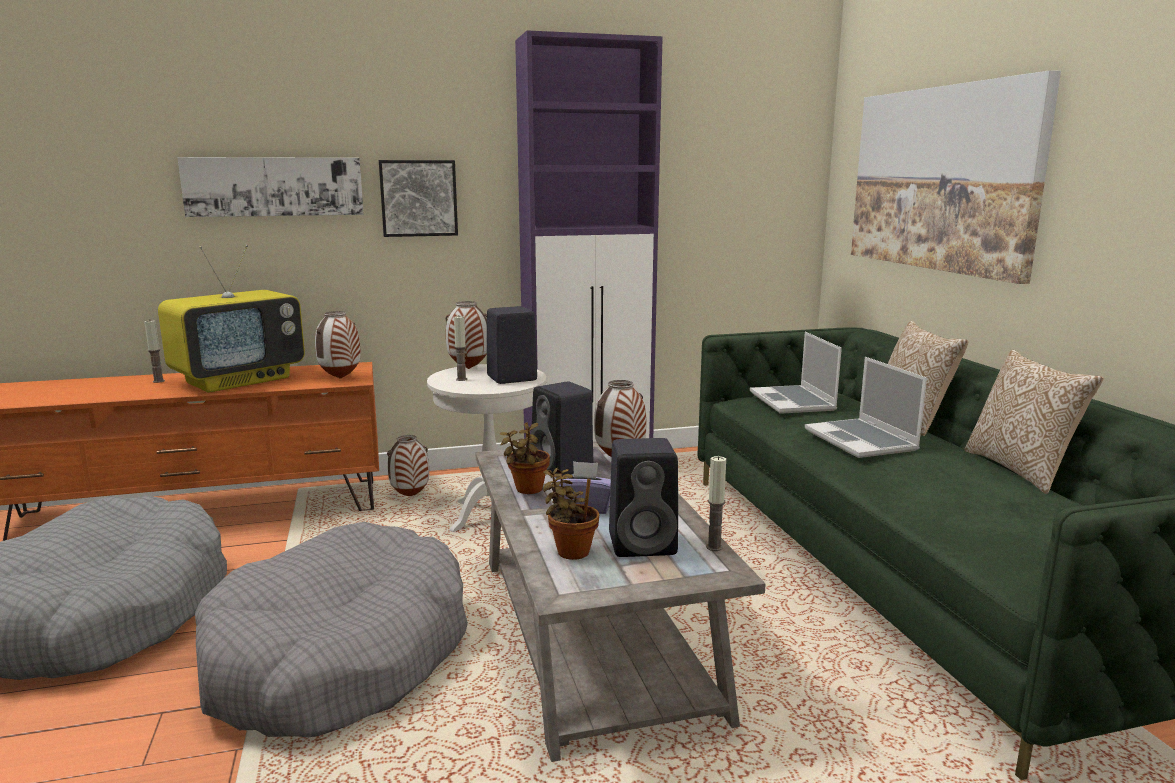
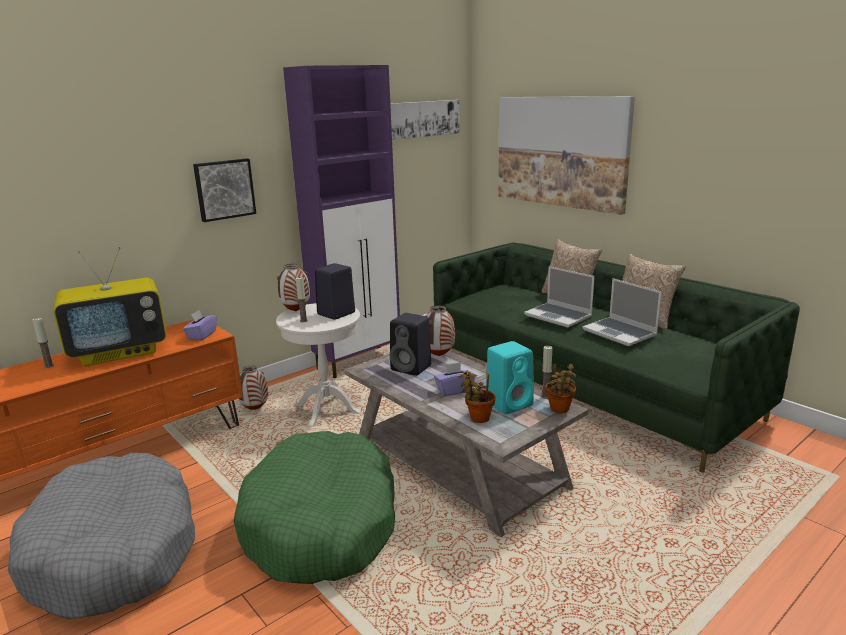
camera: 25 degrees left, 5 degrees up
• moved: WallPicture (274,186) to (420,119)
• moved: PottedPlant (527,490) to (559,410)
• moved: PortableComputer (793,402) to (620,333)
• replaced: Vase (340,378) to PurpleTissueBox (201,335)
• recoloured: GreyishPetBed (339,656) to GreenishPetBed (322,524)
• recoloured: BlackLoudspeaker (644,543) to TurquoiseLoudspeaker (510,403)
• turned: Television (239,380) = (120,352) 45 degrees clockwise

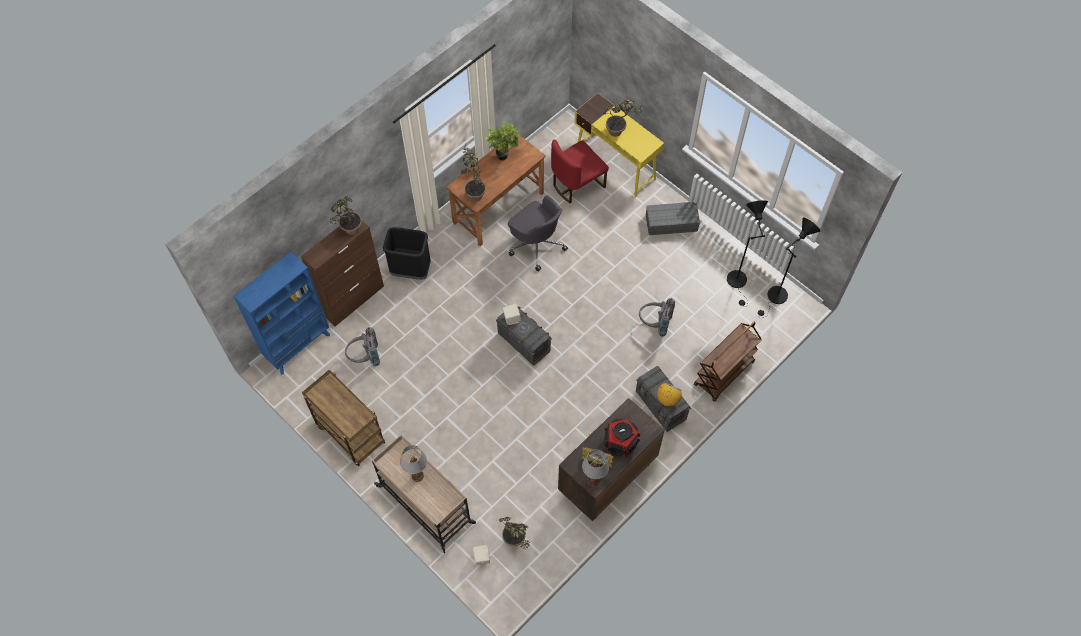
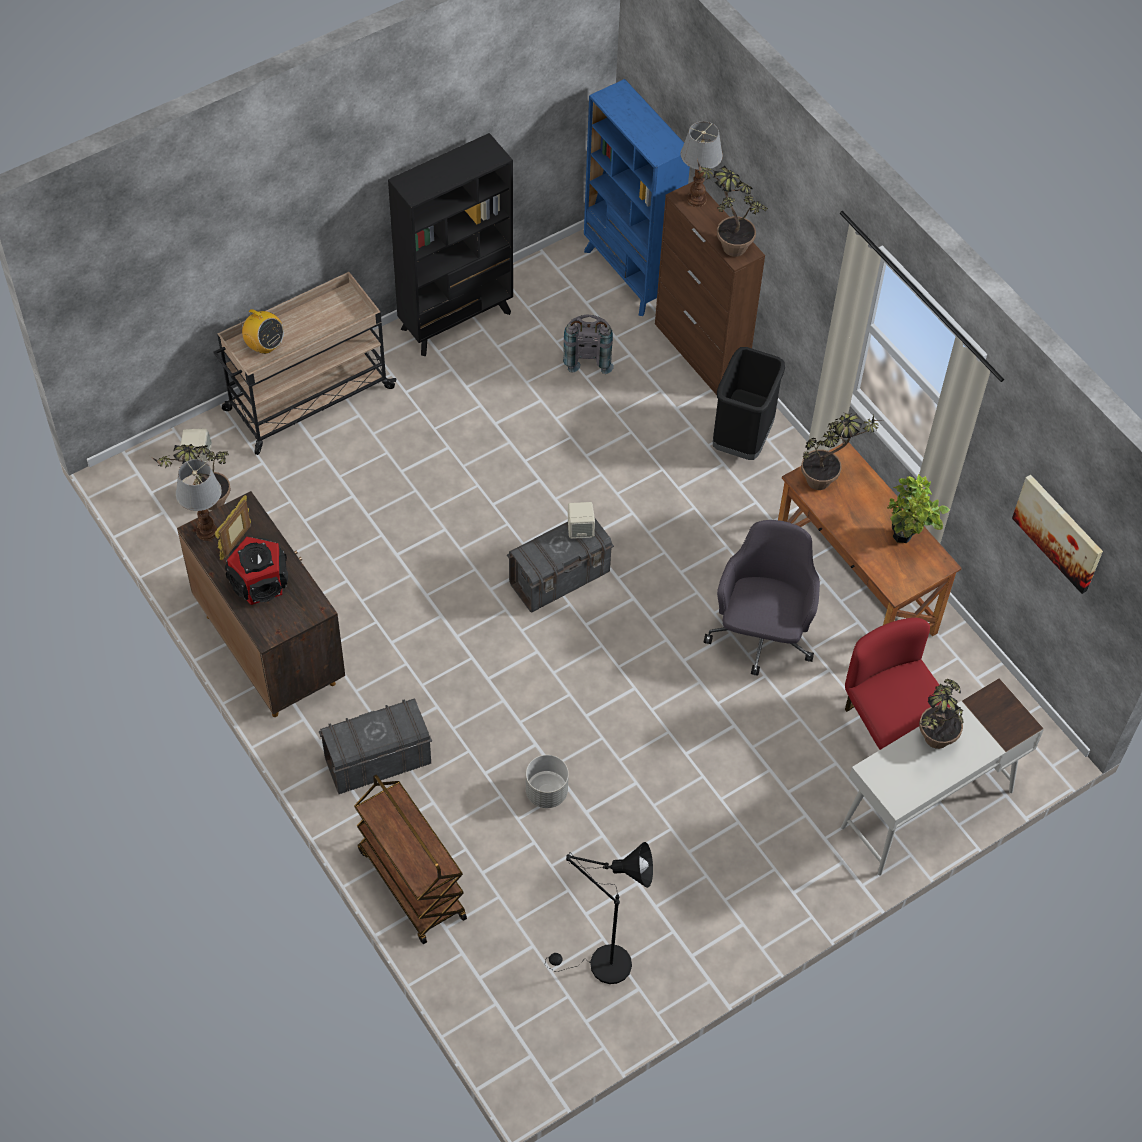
camera: 100 degrees right, 5 degrees down
• removed: GreyishStorageBin (672,222)
• removed: BlackStandingLamp (775,298)
• added: WallPicture (1059,532)
• moved: TabletopLamp (417,475) to (697,199)
• moved: Radio (667,399) to (264,345)
• replaced: BrownCart (349,434) to BlackBookcase (457,320)
• replaced: GreyishKnapsack (654,323) to GreyishFlowerPot (546,792)
• recoloured: YellowDesk (615,165) to WhiteColouredDesk (926,809)
• turned: GreyishDeskChair (536,244) = (761,635) 135 degrees clockwise

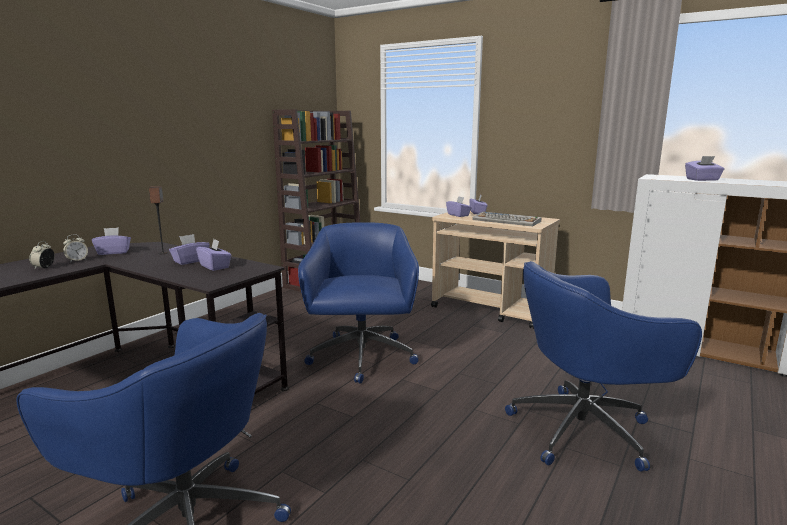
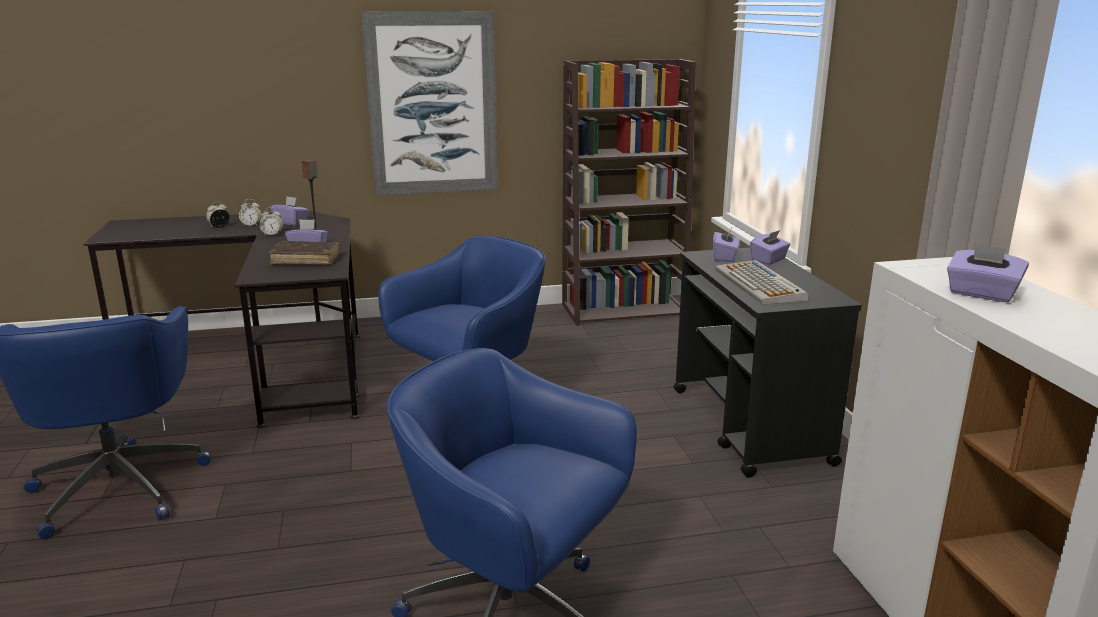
camera: 45 degrees right, 5 degrees up
• added: TableClock (272,234)
• added: WallPicture (432,105)
• replaced: PurpleTissueBox (215,266) to BrownBoundBook (306,260)
• recoloured: BeigeCart (491,310) to BlackCart (750,426)

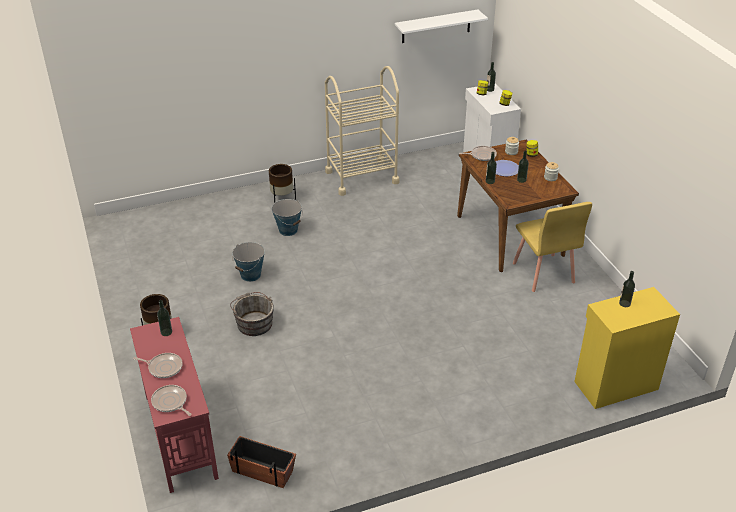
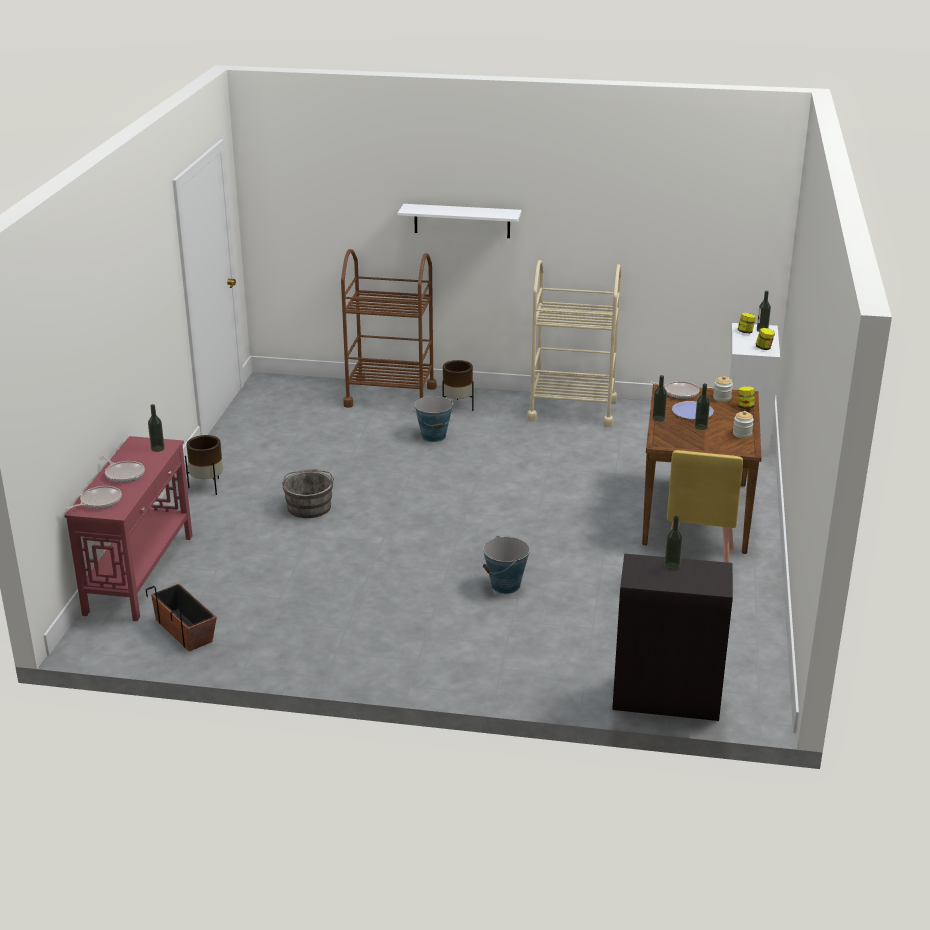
camera: 30 degrees right, 10 degrees down
• added: BrownCart (390,396)
• moved: Pail (251,275) to (505,585)
• moved: WhiteColouredShelf (436,26) to (462,221)
• recoloured: YellowCabinet (614,384) to BlackCabinet (665,696)
• turned: FryingPan (170,402) = (99,501) 60 degrees clockwise

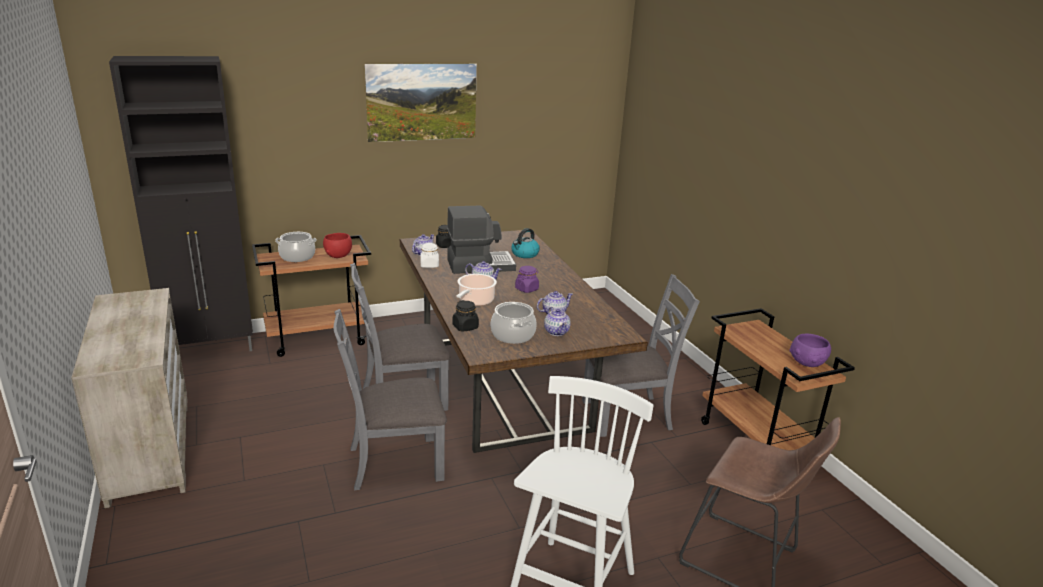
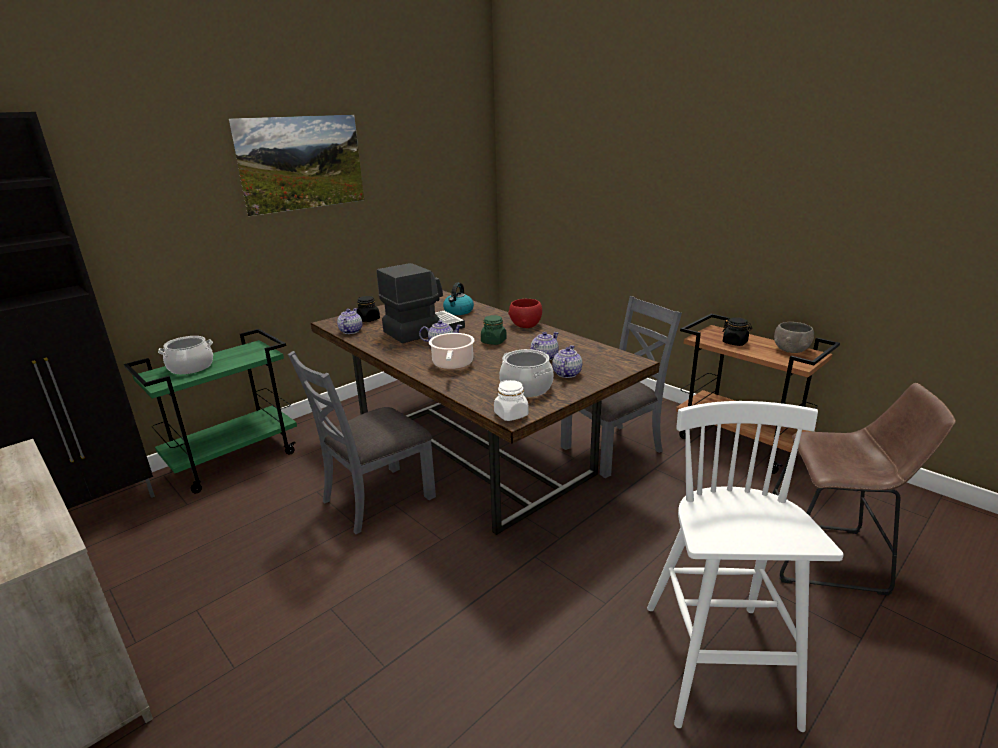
camera: 20 degrees left, 0 degrees up
• removed: GreyishPlainChair (394,463)
• moved: ReddishServingBowl (338,255) to (525,325)
• moved: WhiteColouredStorageJar (429,265) to (511,415)
• moved: BlackStorageJar (465,327) to (735,342)
• recoloured: BrownCart (319,338) to GreenishCart (235,460)
• recoloured: PurpleStorageJar (526,289) to GreenishStorageJar (493,341)
• recoloured: PurpleServingBowl (807,363) to GreyishServingBowl (791,350)
• turned: TeaPot (556,332) = (566,374) 120 degrees counterclockwise

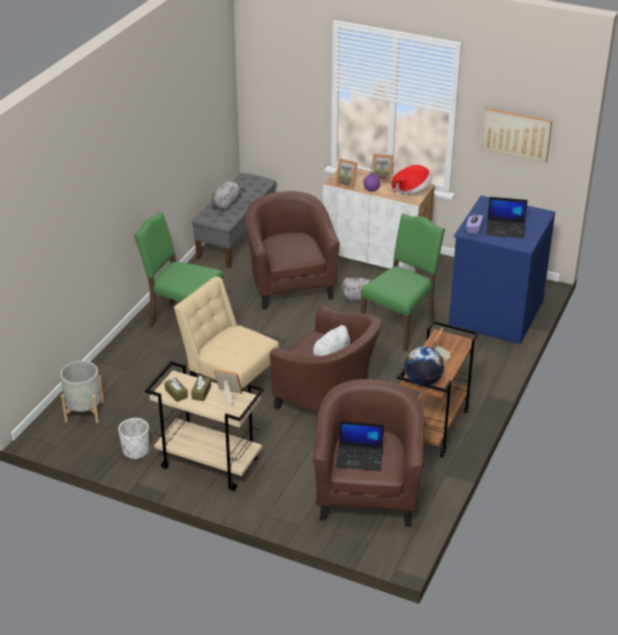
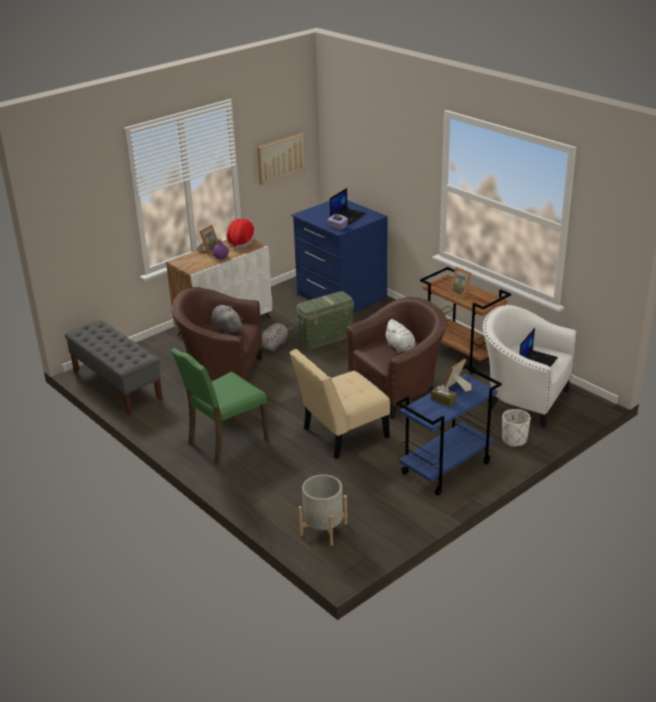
camera: 65 degrees left, 5 degrees down
• removed: BrownTissueBox (176,393)
• removed: StandingFrame (346,184)
• removed: WorldGlobe (423,381)
• moved: WhiteColouredFlowerPot (135,451) to (514,440)
• moved: GreyishSoftToy (226,204) to (226,328)
• replaced: GreenishPlainChair (400,326) to GreenishStorageBin (326,338)
• recoloured: BeigeCart (208,464) to BluishCart (446,469)
• recoloured: BrownArmchair (368,493) to WhiteColouredArmchair (522,400)

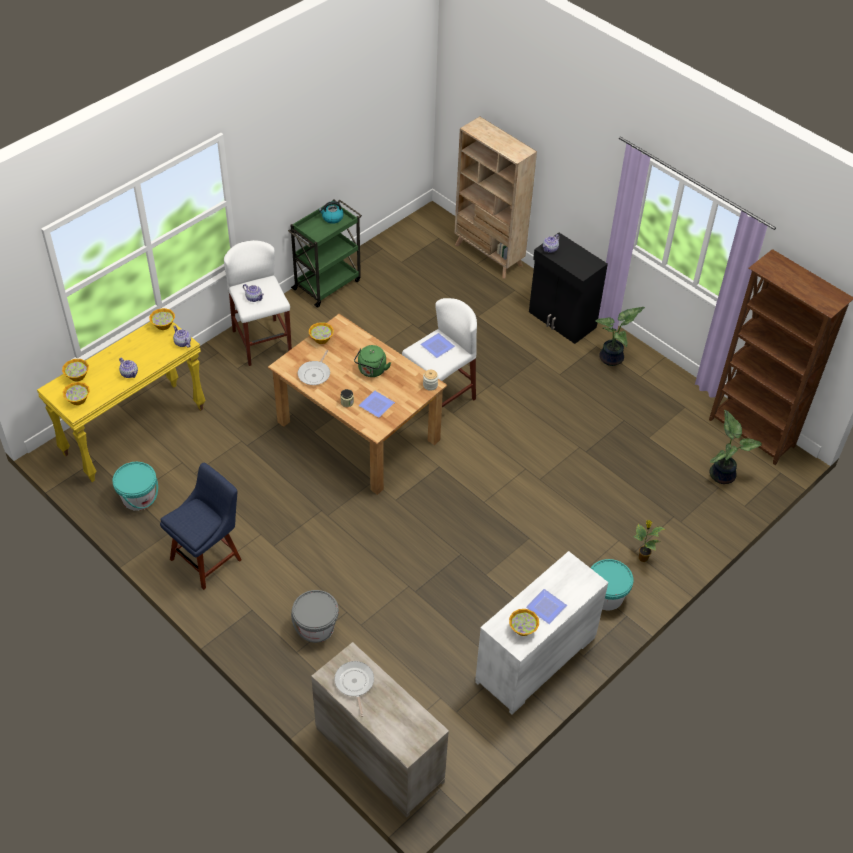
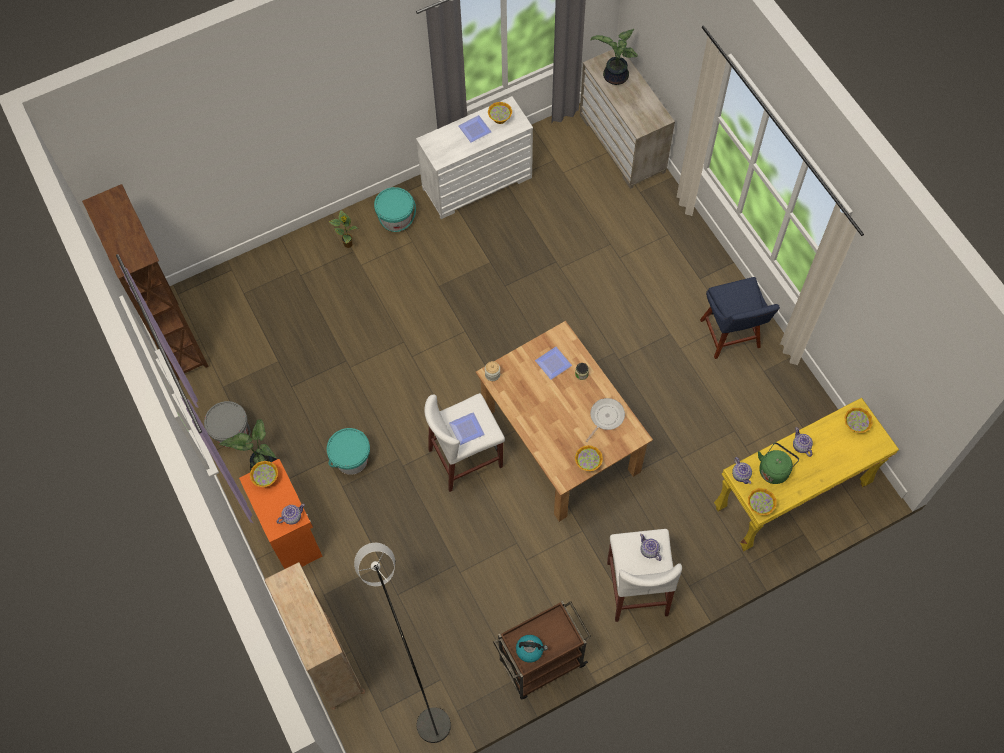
camera: 160 degrees left, 15 degrees up
• removed: FryingPan (354,683)
• added: GreyishStandingLamp (411,666)
• moved: ServingBowl (77,376) to (266,478)
• moved: TurquoisePail (139,497) to (351,459)
• moved: GreyishPail (316,627) to (231,432)
• moved: GreenishWaterKettle (371,371) to (774,469)
• moved: PottedPlant (723,474) to (614,77)
• recoloured: GreenishCart (328,284) to BrownCart (540,664)
• recoloured: BlackCabinet (562,320) to OrangeCabinet (291,533)
• turned: BluishPlainChair (208,557) = (731,336) 75 degrees counterclockwise

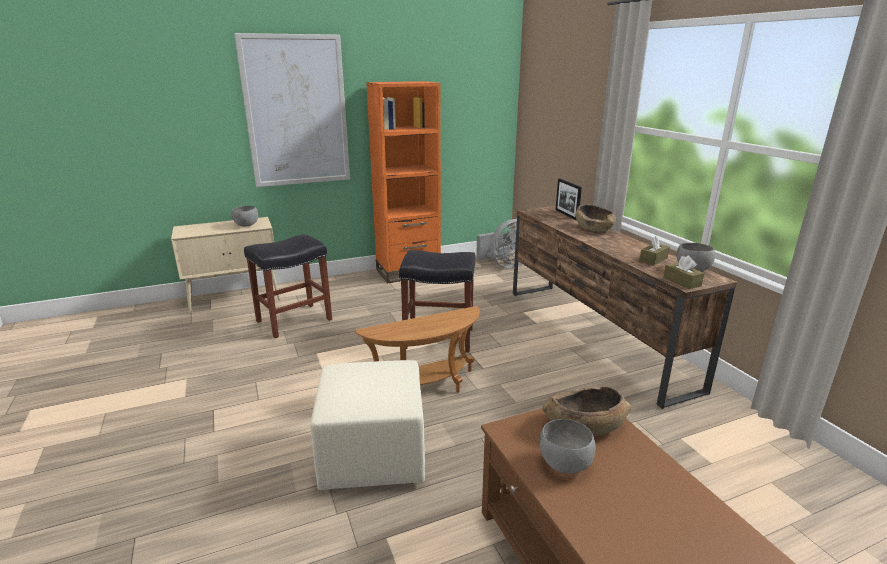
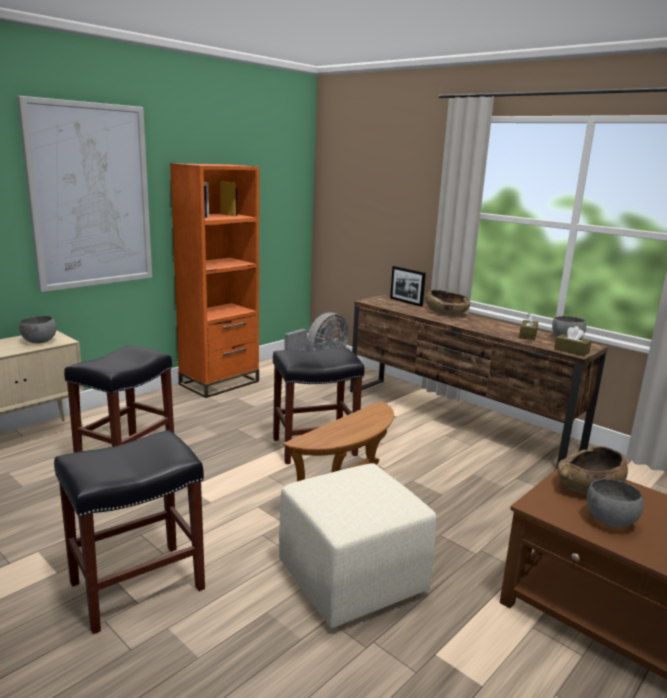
camera: 25 degrees left, 5 degrees down
• added: BlackSittingStool (138,584)

